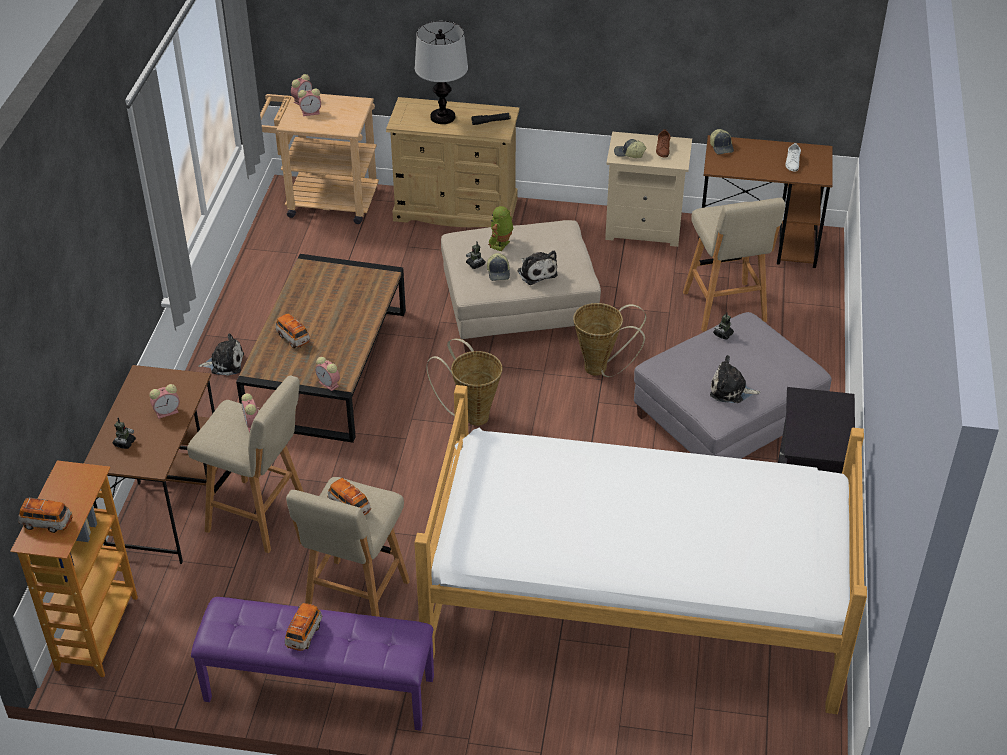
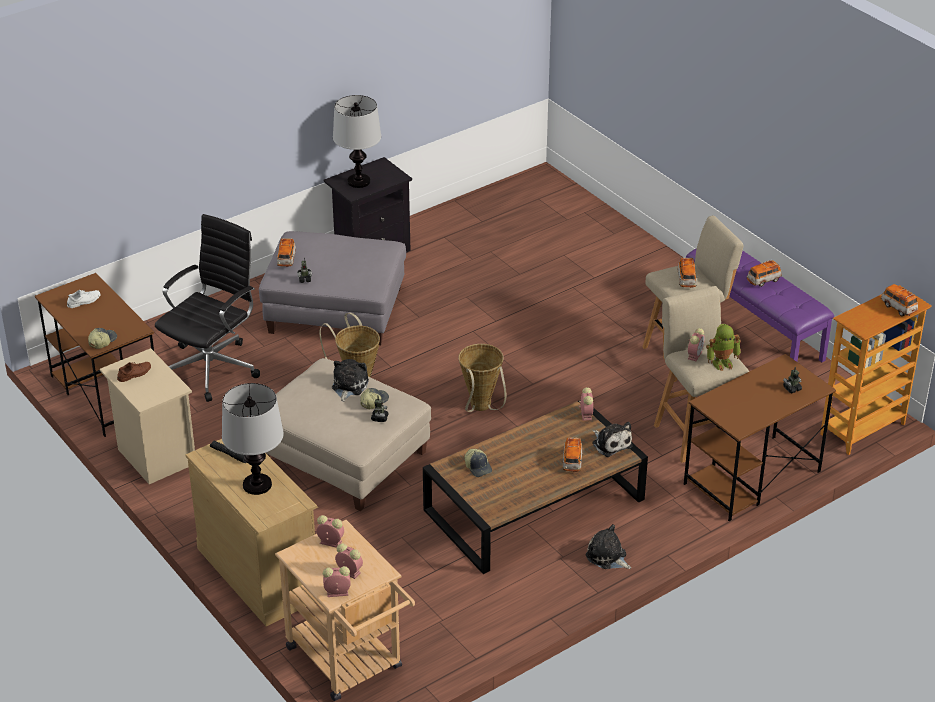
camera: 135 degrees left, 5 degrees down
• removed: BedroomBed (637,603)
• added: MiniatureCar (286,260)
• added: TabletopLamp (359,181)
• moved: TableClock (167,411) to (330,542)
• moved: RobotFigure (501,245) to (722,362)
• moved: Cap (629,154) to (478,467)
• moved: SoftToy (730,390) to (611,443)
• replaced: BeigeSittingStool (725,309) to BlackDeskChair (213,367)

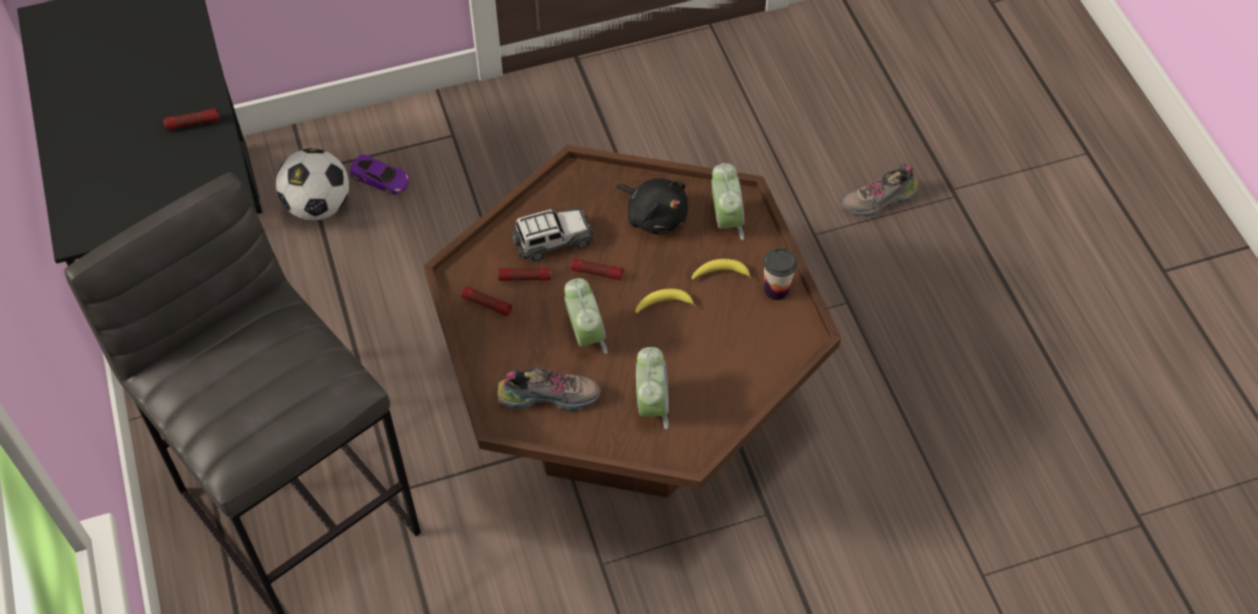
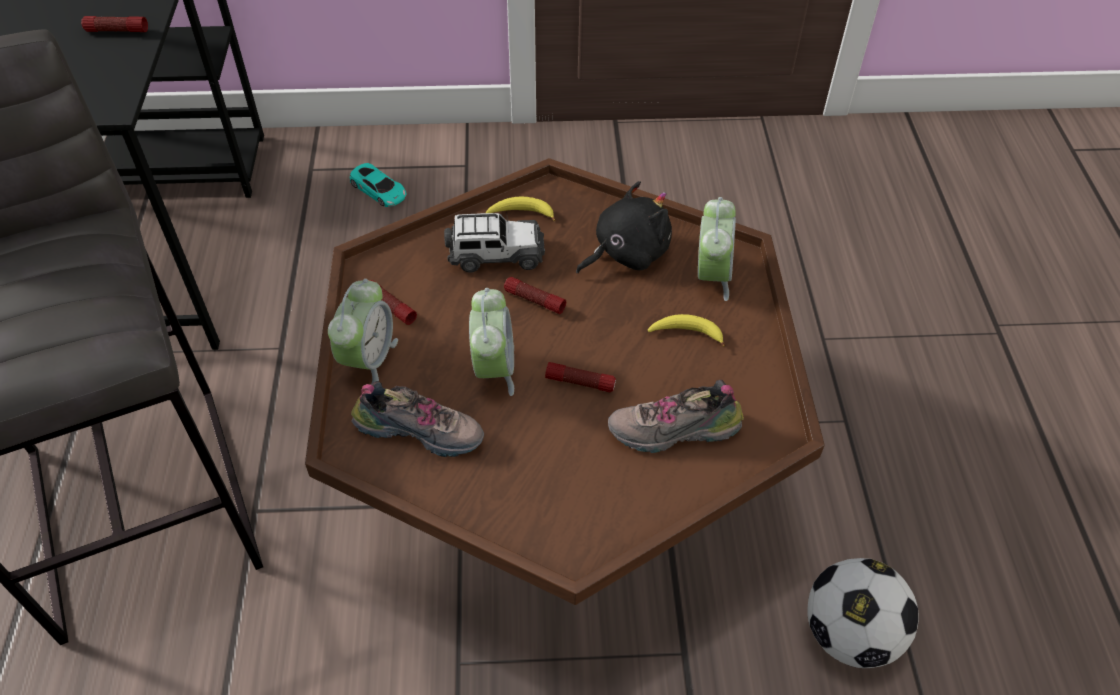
camera: 15 degrees right, 5 degrees down
• removed: DrinkingCup (776,289)
• moved: FootballBall (318,206) to (849,634)
• moved: Torch (524,278) to (580,382)
• moved: Banana (663,304) to (521,214)
• moved: TableClock (651,405) to (368,359)
• moved: ItemOfFootwear (879,201) to (673,431)
• recoloured: PurpleMiniatureCar (380,178) to TurquoiseMiniatureCar (379,190)
• turned: BlackSoftToy (654,216) = (626,252) 90 degrees counterclockwise

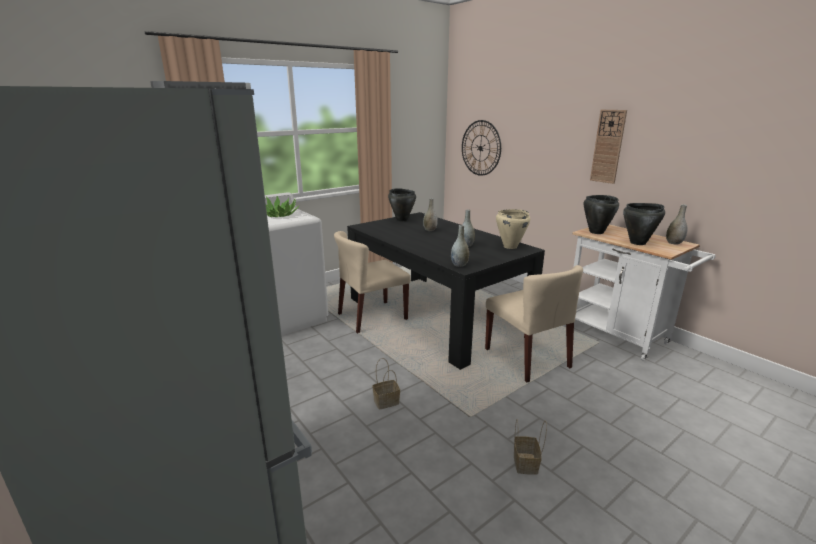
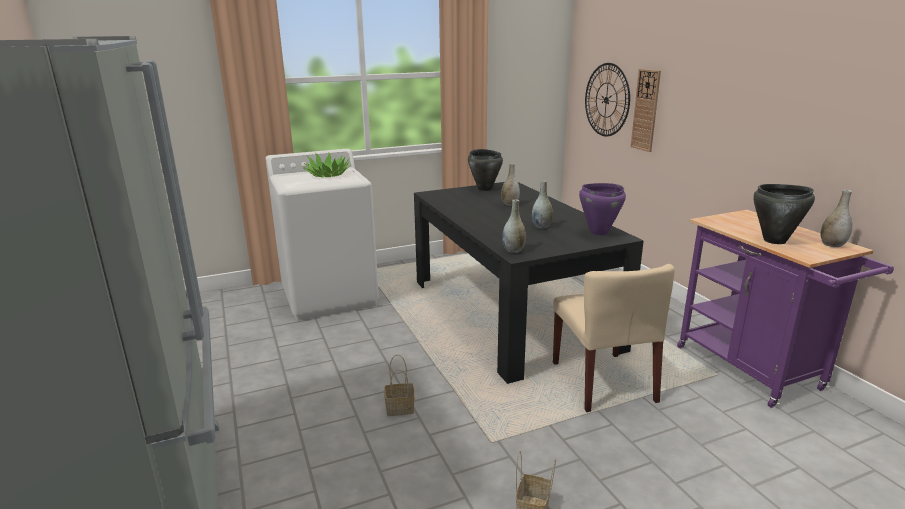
camera: 15 degrees right, 0 degrees up
• removed: BeigePlainChair (372,317)
• removed: BlackCookingPot (596,232)
• moved: ClockOnTheWall (608,146) to (646,110)
• recoloured: BeigeCookingPot (510,246) to PurpleCookingPot (598,232)
• recoloured: WhiteColouredCart (621,337) to PurpleCart (755,372)

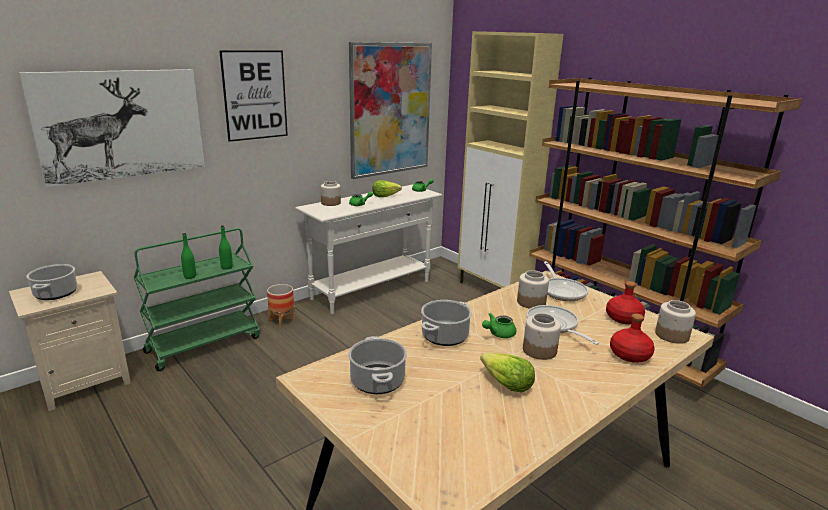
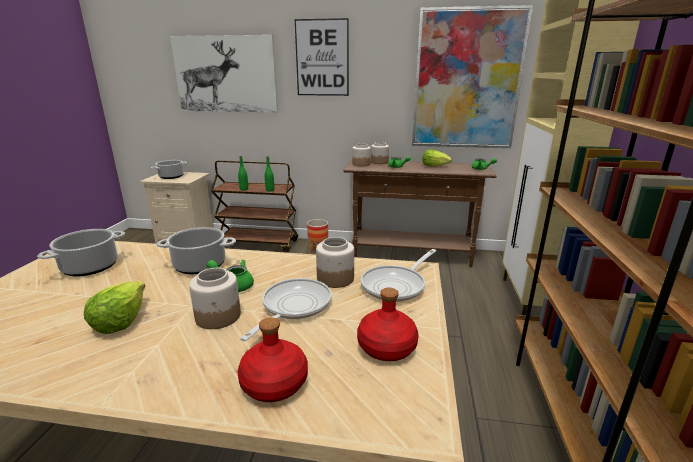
camera: 50 degrees right, 0 degrees up
• moved: StorageJar (671,335) to (361,164)
• recoloured: GreenishCart (204,344) to BrownCart (259,244)
• recoloured: WhiteColouredNarrowTable (372,290) to BrownNarrowTable (412,254)

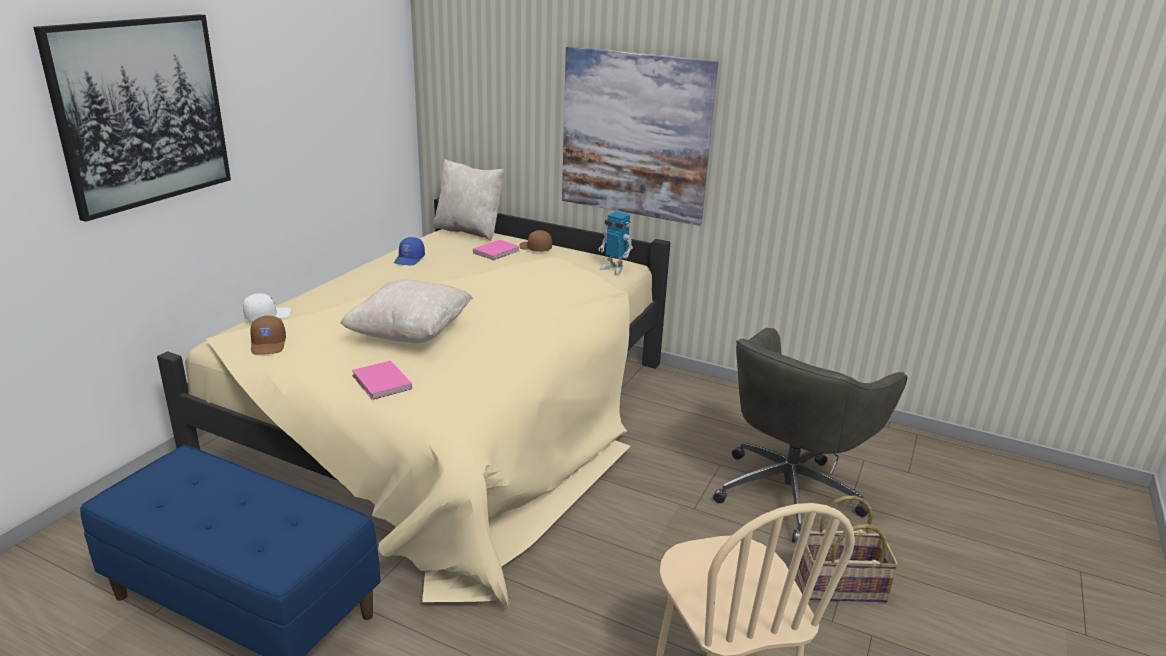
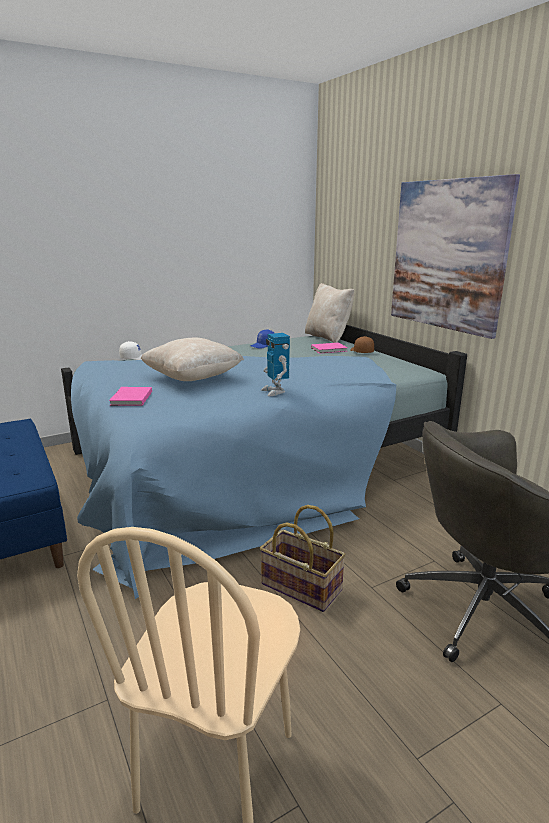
camera: 35 degrees right, 5 degrees down
• removed: WallPicture (142,113)
• removed: BrownCap (269,345)
• moved: RobotFigure (614,268) to (275,391)
• moved: Basket (839,587) to (300,587)
• recoloured: BeigeBedroomBed (456,420) to BluishBedroomBed (252,466)

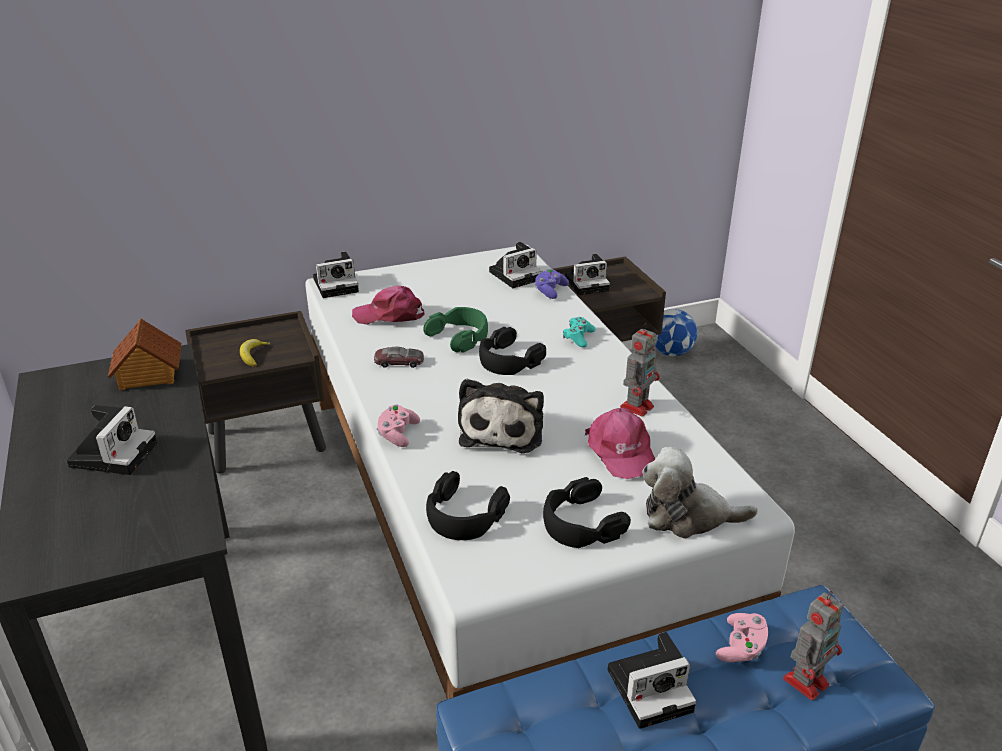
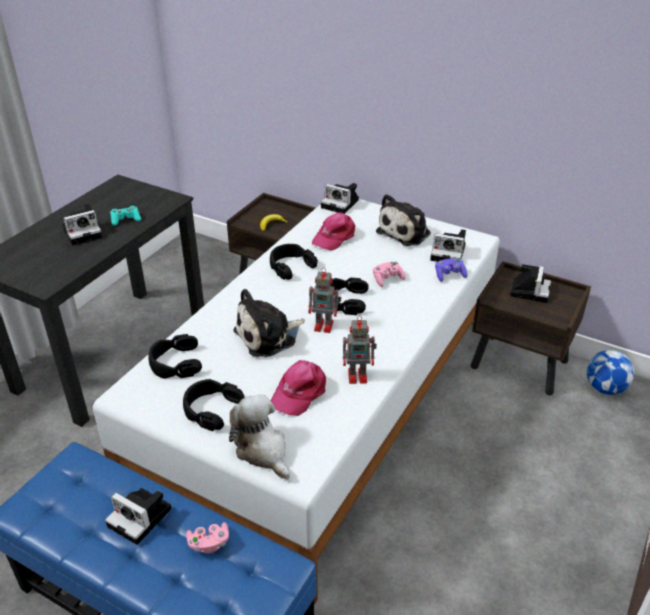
camera: 50 degrees right, 5 degrees up
• removed: ModelHouse (148,374)
• removed: GreenishHeadphones (459,336)
• added: SoftToy (406,232)
• moved: PinkGameController (398,434) to (387,279)
• moved: TurquoiseGameController (578,337) to (125,219)
• moved: RobotFigure (807,680) to (325,326)
• replaced: MiniatureCar (399,362) to BlackHeadphones (290,266)
• turned: PinkCap (389,315) = (334,237) 105 degrees counterclockwise
• turned: PhotoCamera (588,283) = (529,290) 105 degrees counterclockwise

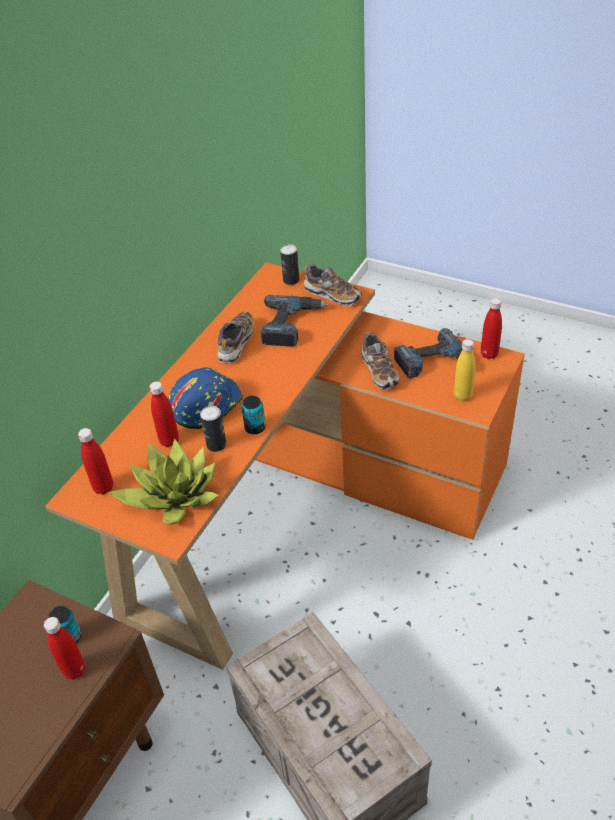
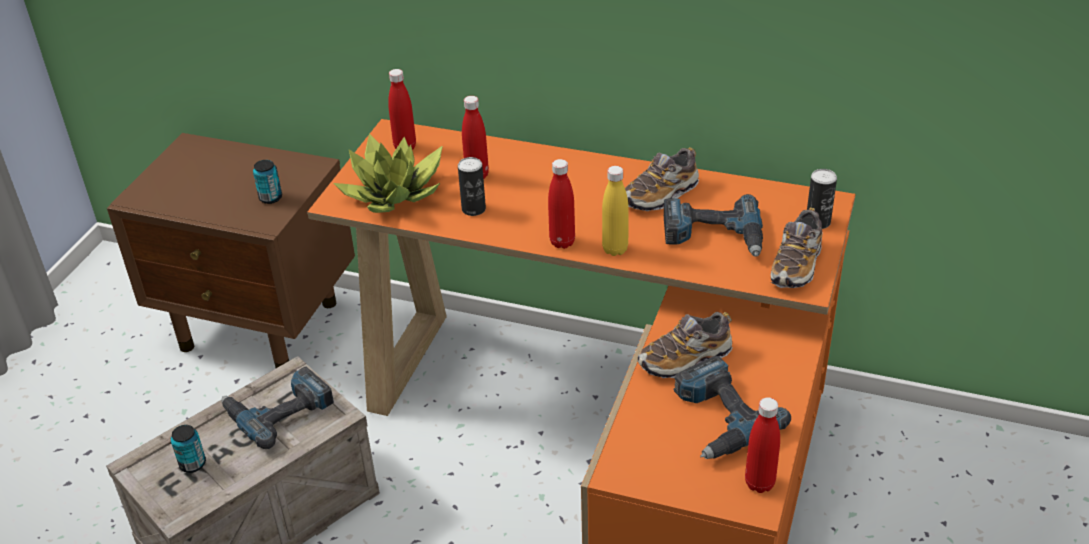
camera: 80 degrees right, 5 degrees down
• removed: BluishWorkHelmet (204,404)
• added: Drill (278,410)
• moved: ReddishBottle (74,670) to (562,242)
• moved: MetalCan (255,428) to (192,464)
• moved: YellowBottle (462,396) to (615,249)
• turned: ItemOfFootwear (236,343) = (660,195) 135 degrees clockwise

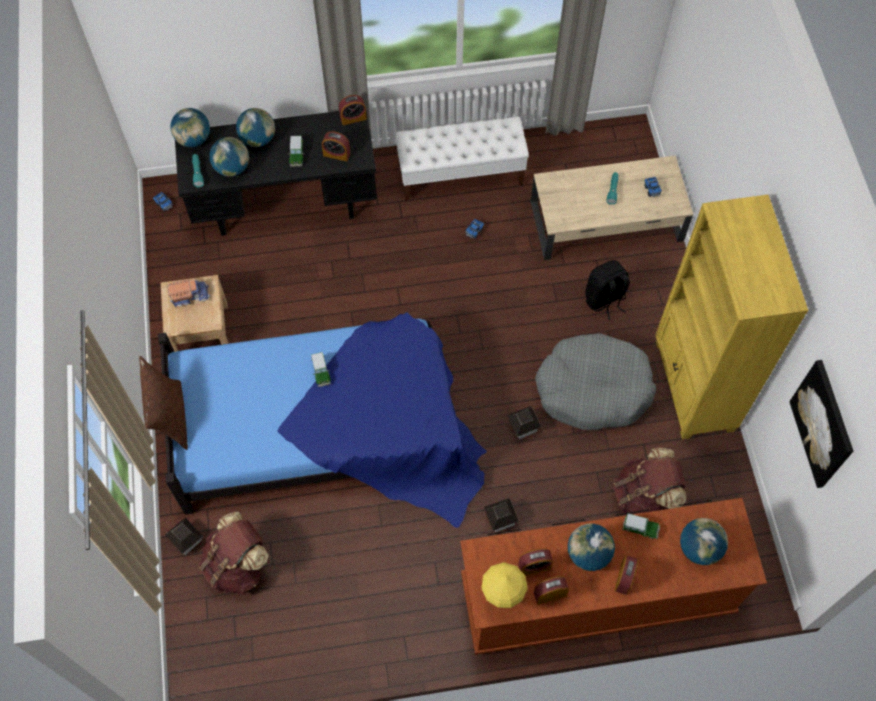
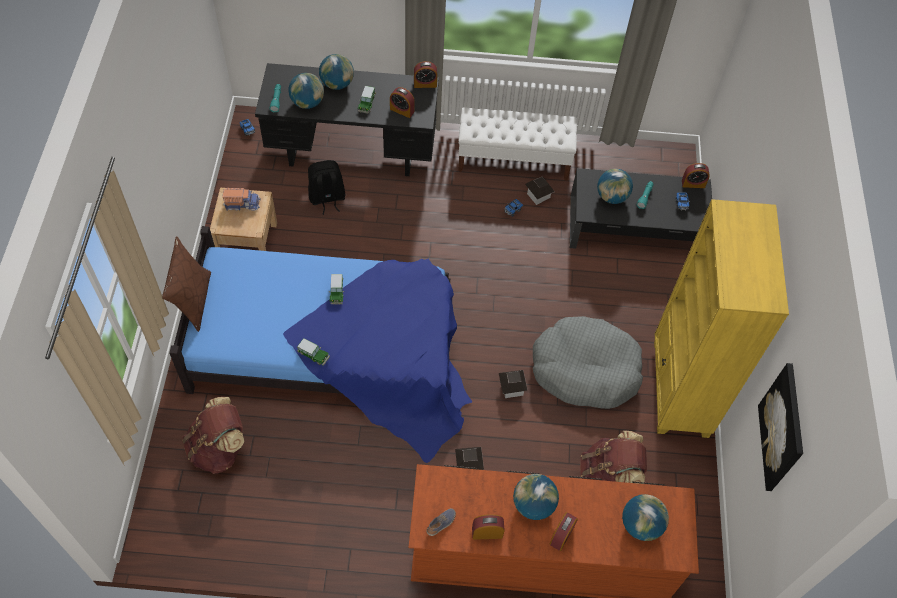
camera: 10 degrees right, 5 degrees down
• moved: ModelHouse (187,540) to (538,195)
• moved: WorldGlobe (193,139) to (612,197)
• moved: TableClock (534,566) to (693,183)
• moved: BlackKnapsack (605,300) to (327,198)
• moved: MiniatureCar (640,528) to (313,355)
• replaced: YellowTabletopLamp (502,596) to ItemOfFootwear (441,524)
• recoloured: BeigeCoffeeTable (607,221) to BlackCoffeeTable (636,227)

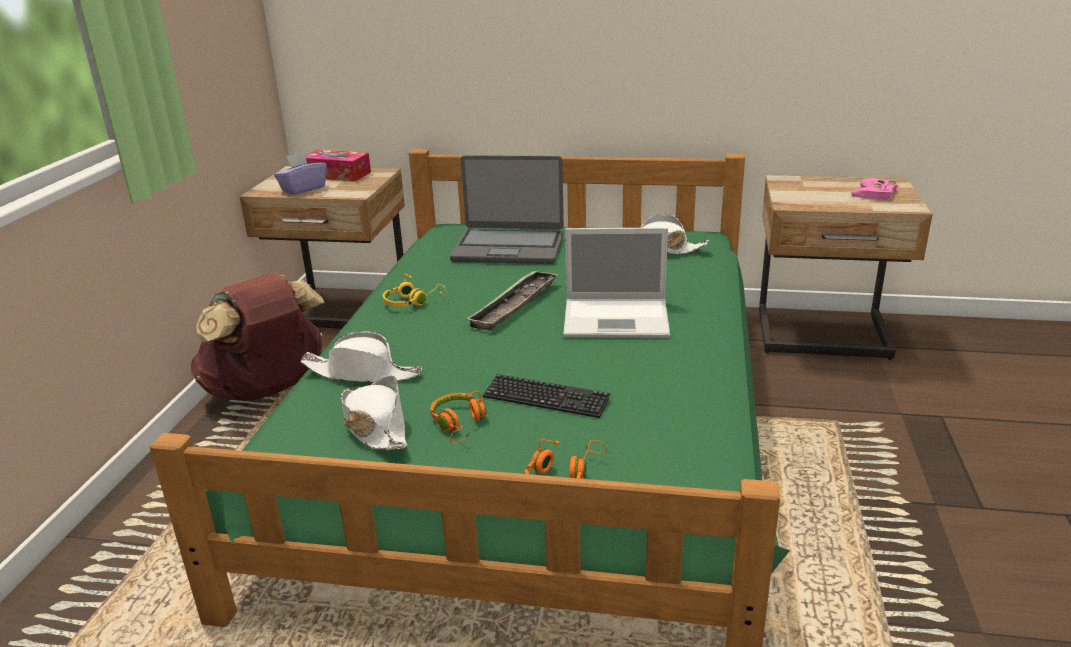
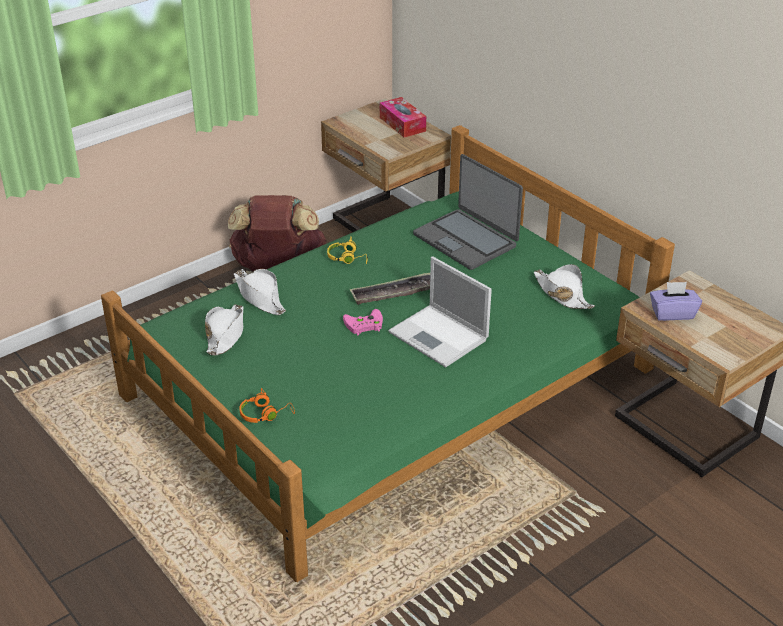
camera: 40 degrees right, 10 degrees up
• removed: OrangeHeadphones (459,424)
• removed: PcKeyboard (546,398)
• moved: PurpleTissueBox (303,189) to (672,313)
• moved: PinkGameController (876,193) to (363,325)

